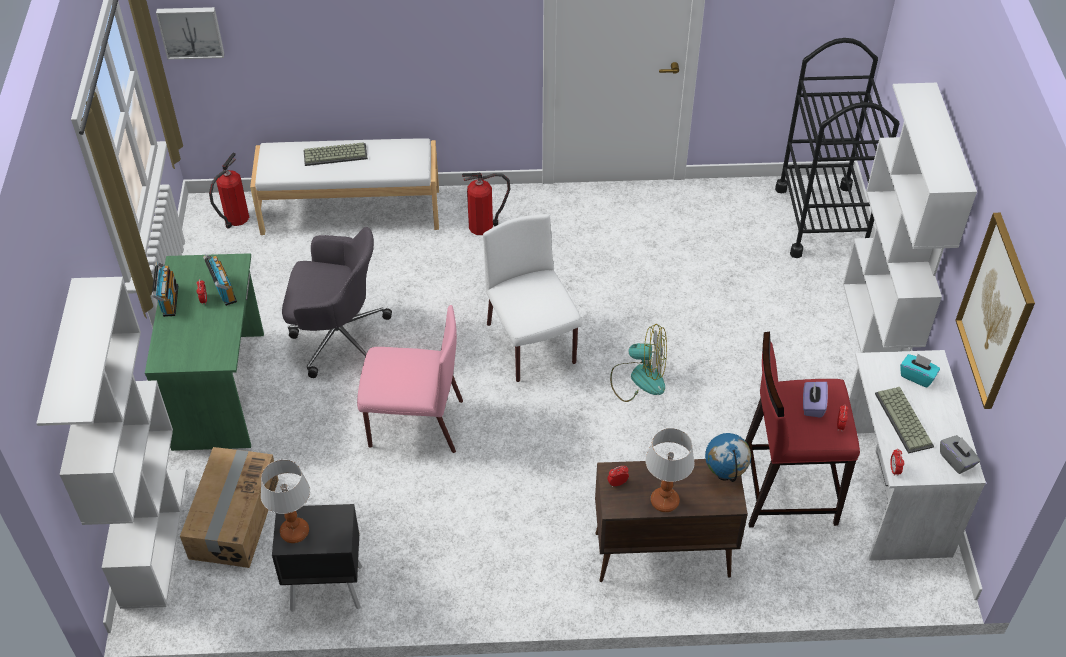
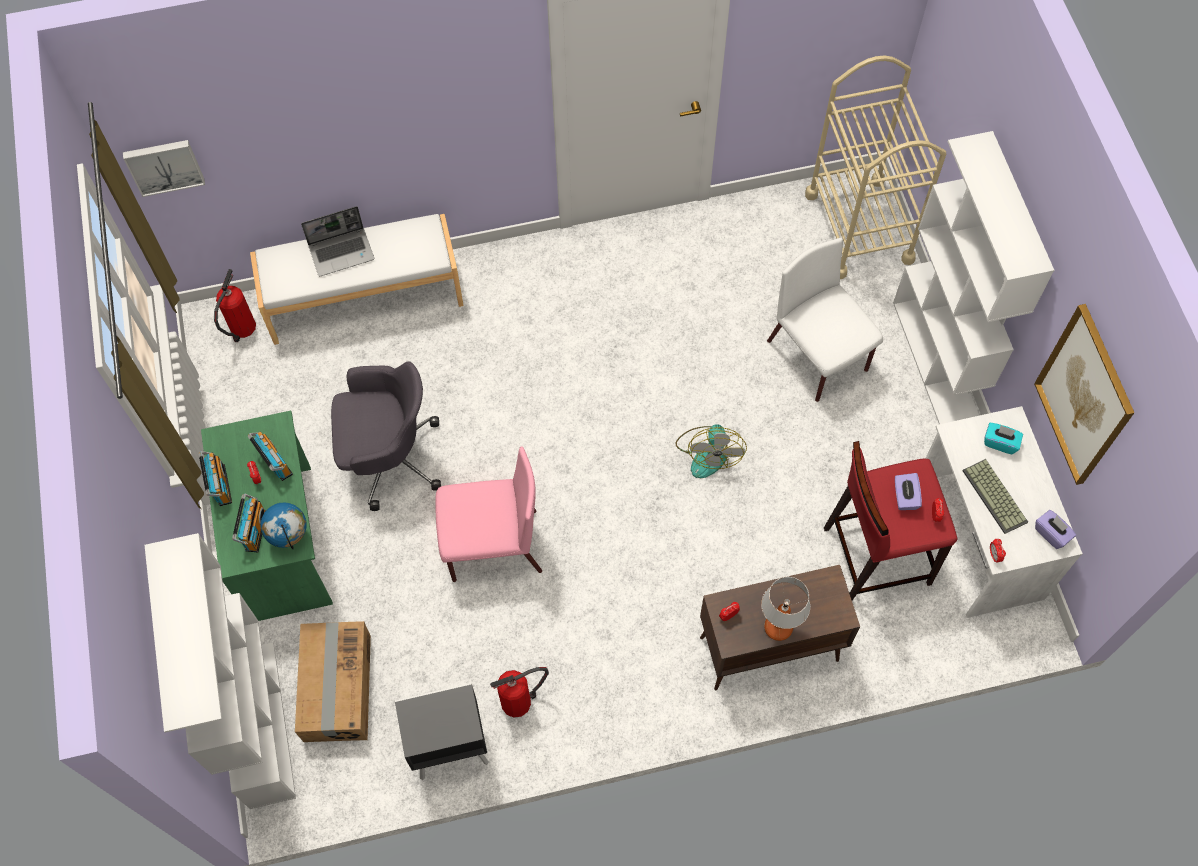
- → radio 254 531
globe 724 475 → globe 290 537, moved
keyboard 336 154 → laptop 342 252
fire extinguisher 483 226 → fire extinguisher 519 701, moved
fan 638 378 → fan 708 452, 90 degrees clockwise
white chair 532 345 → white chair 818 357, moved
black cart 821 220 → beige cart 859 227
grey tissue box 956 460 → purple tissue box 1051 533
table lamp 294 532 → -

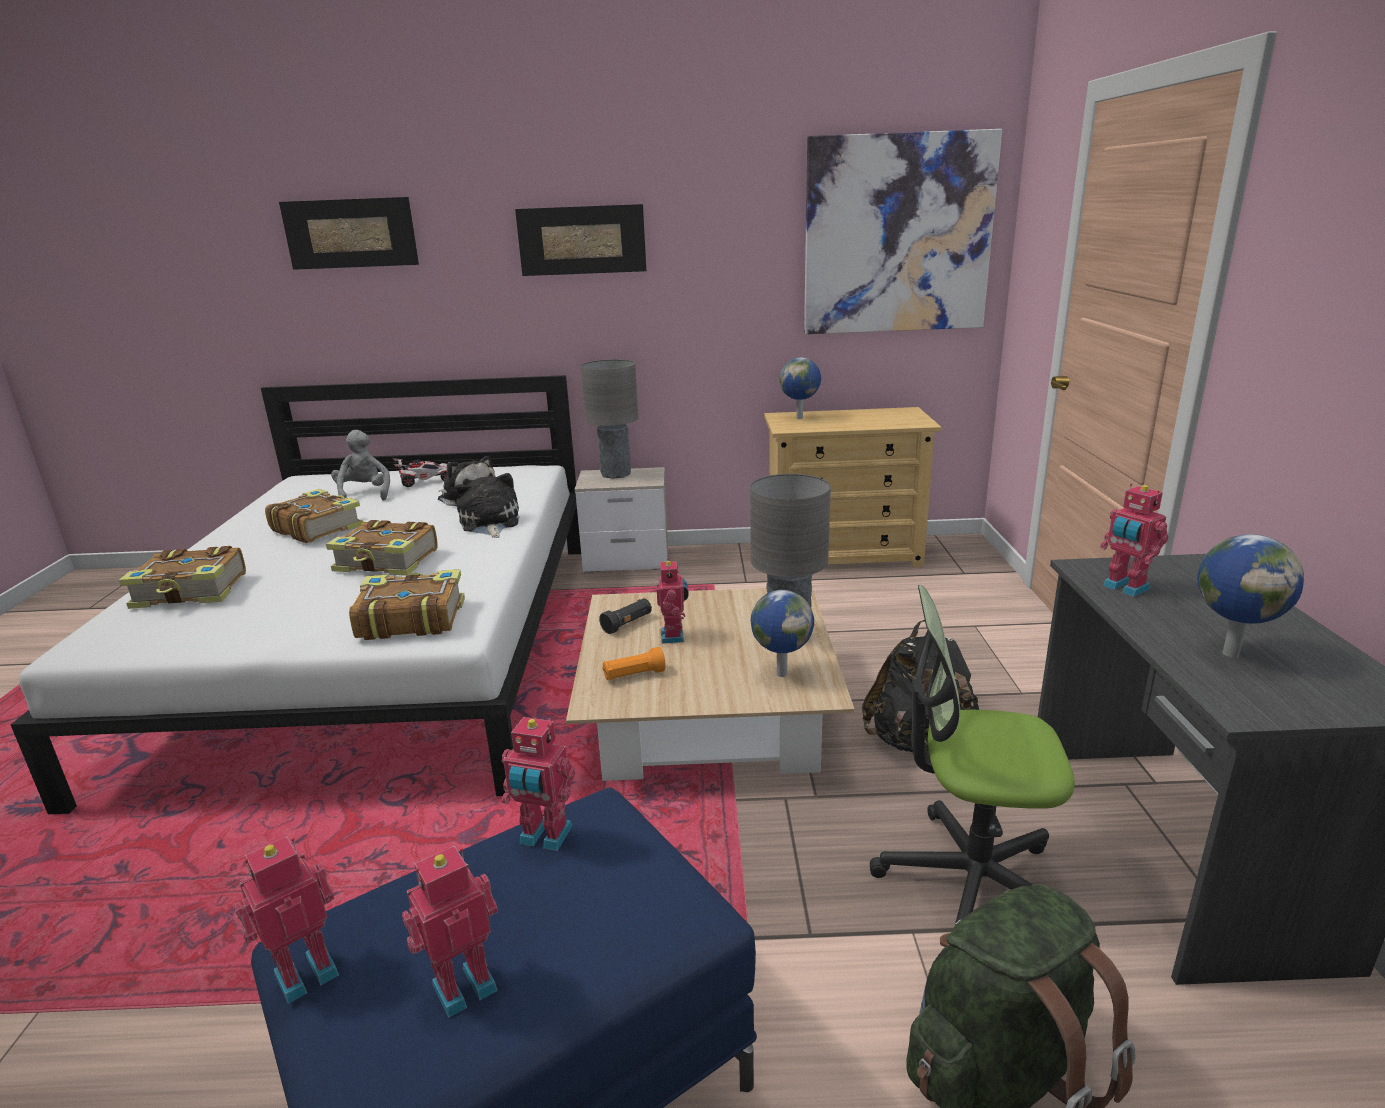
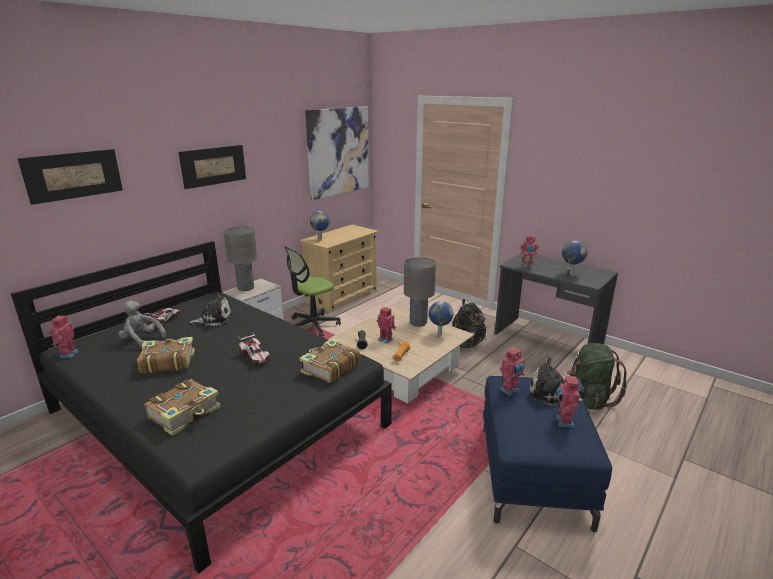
white bed 386 649 → black bed 217 417
toy robot 305 972 → toy robot 68 354, moved
book 388 562 → toy car 255 357
office chair 970 881 → office chair 313 325, moved
plush toy 489 523 → plush toy 551 394, moved

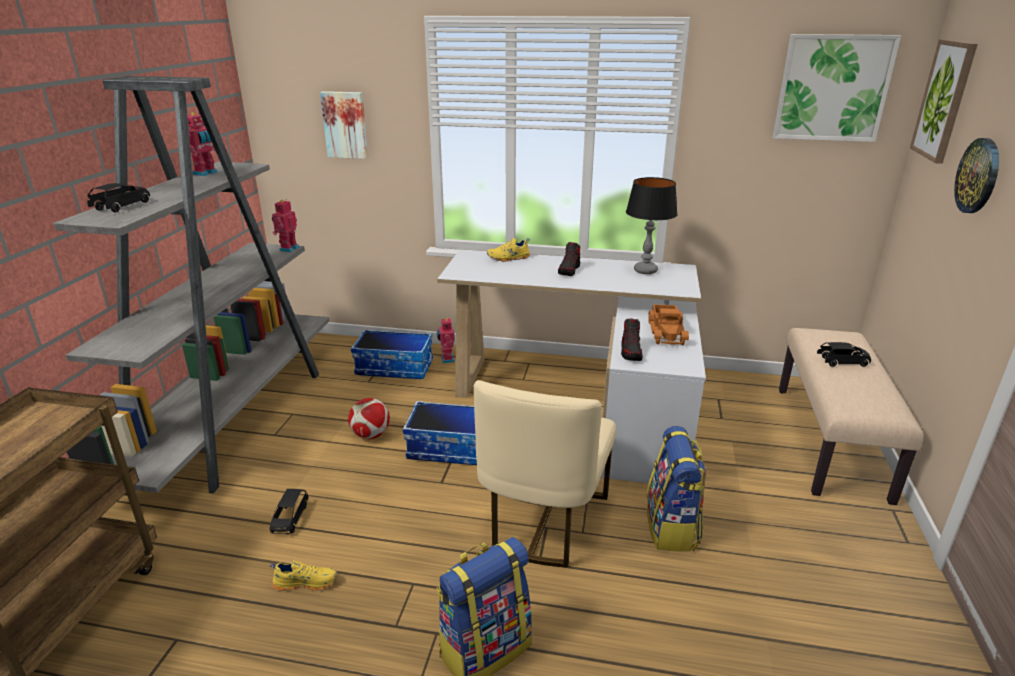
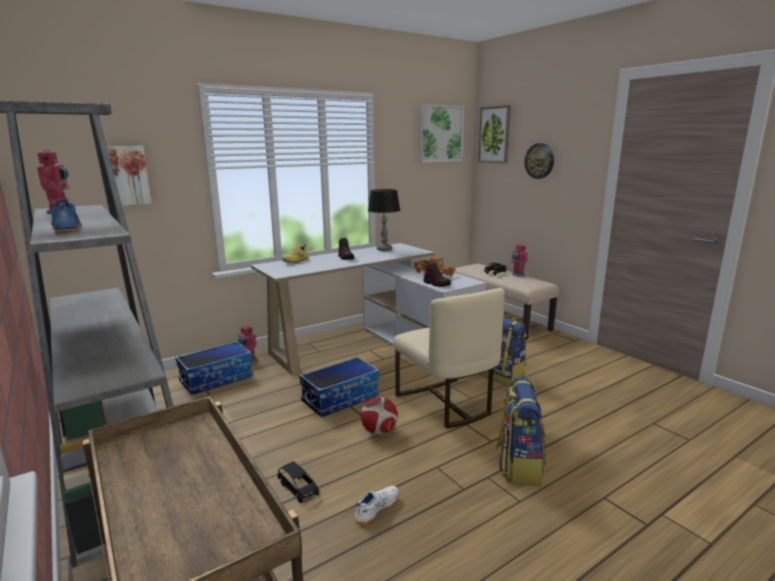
black toy car 122 206 → blue shoe 66 229
yellow shoe 306 582 → white shoe 376 509
football 371 435 → football 379 432, moved
toy robot 288 249 → toy robot 517 275, moved

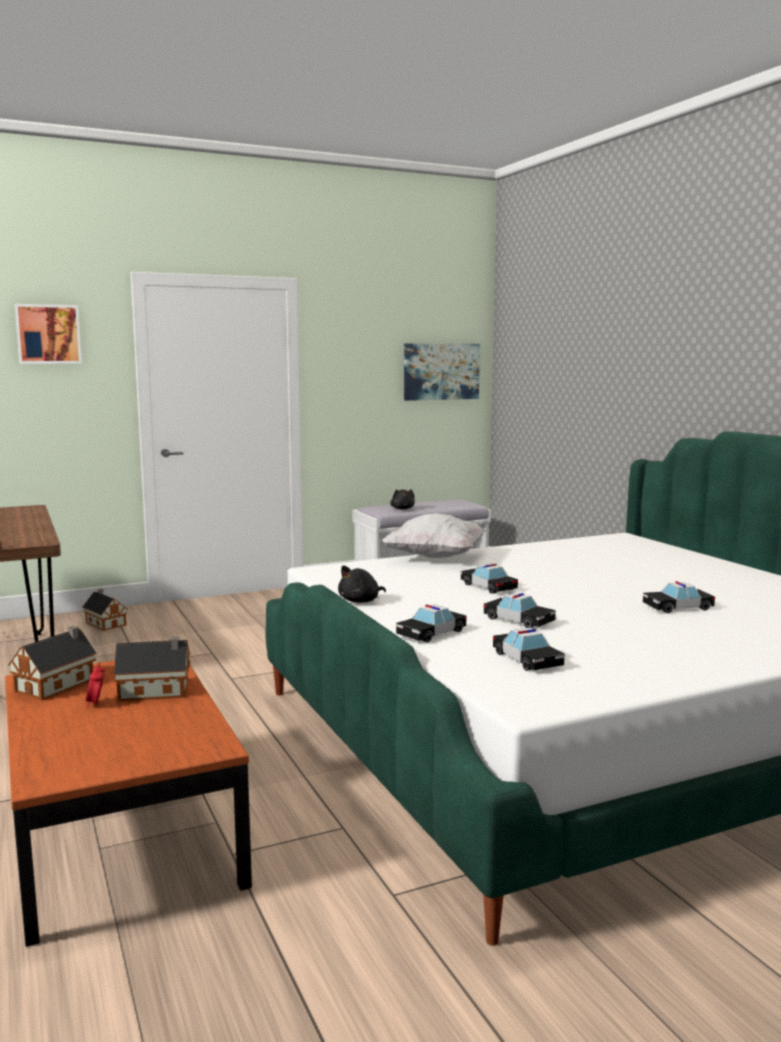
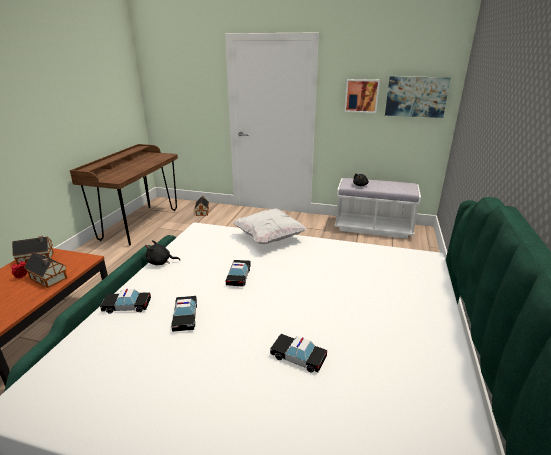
picture 48 334 → picture 361 95, moved
toy car 527 660 → -

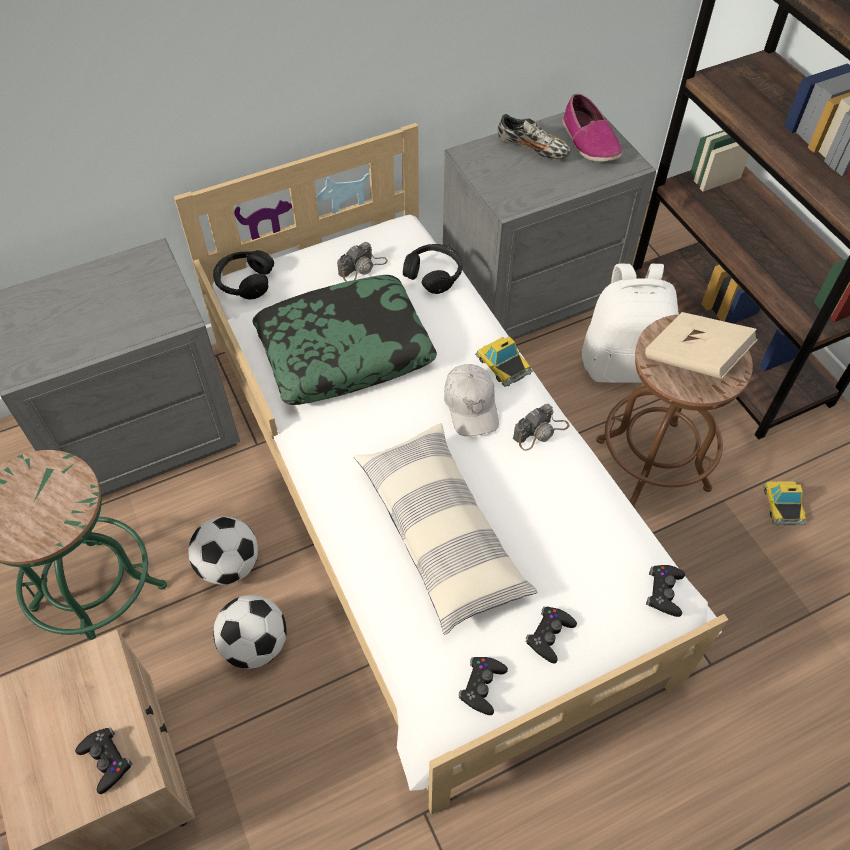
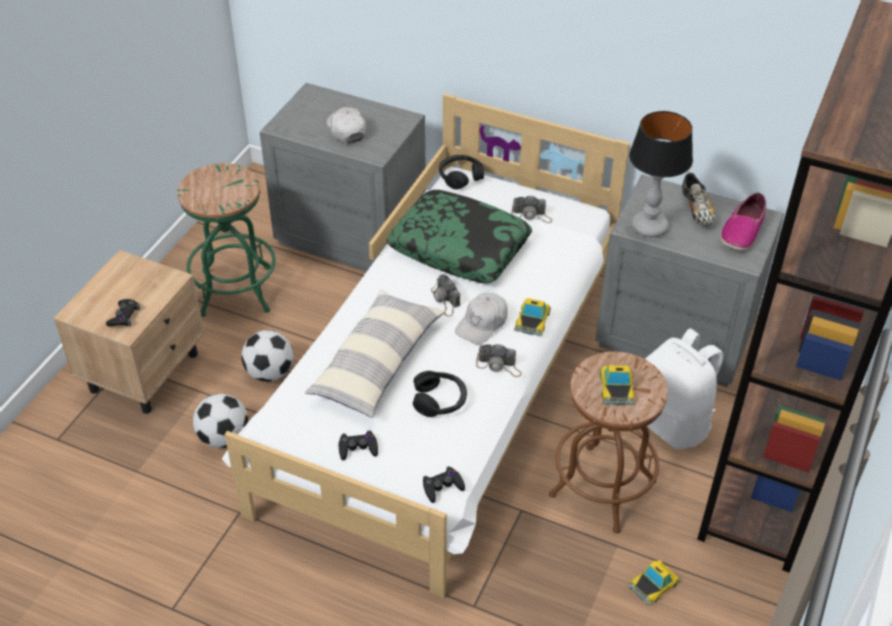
football 229 565 → football 224 437, moved
- → white cap 346 130
black headphones 434 274 → black headphones 439 400, moved
- → photo camera 445 300
beige book 694 359 → toy car 616 387
- → table lamp 650 227
black game controller 482 686 → -

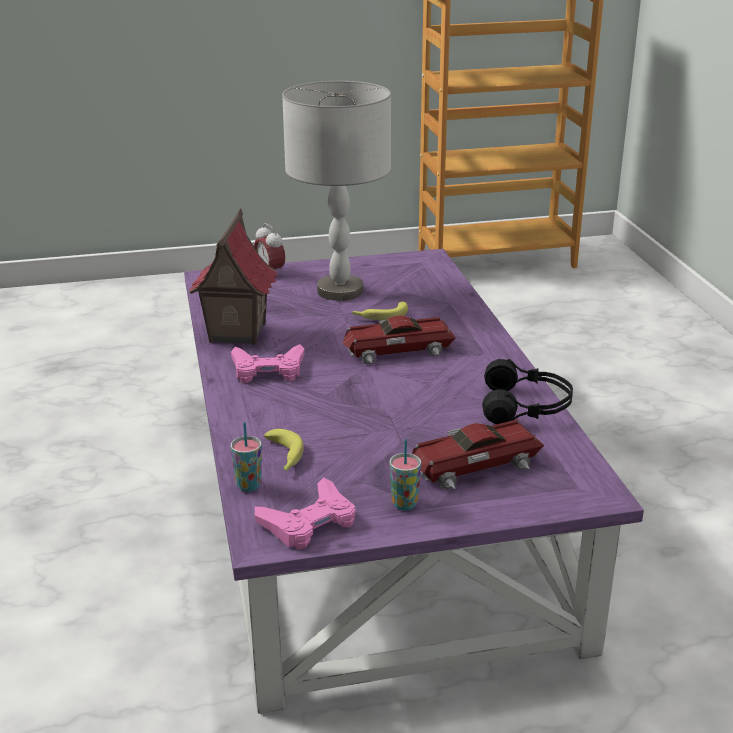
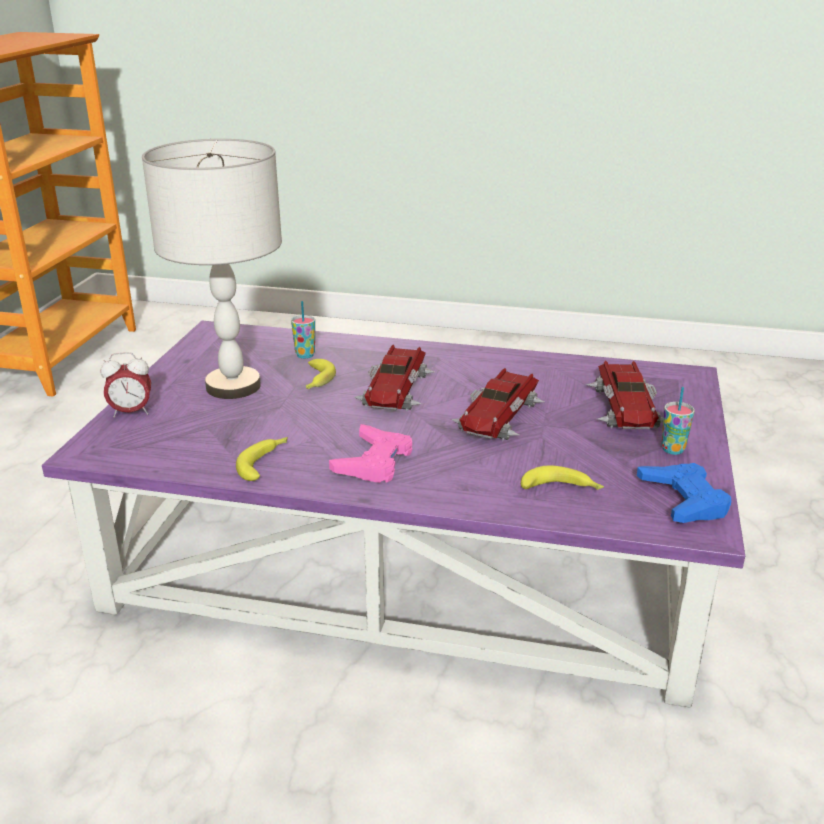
toy house 236 333 → banana 265 462
cup 249 486 → cup 305 355, moved
- → toy car 499 416
pink game controller 309 522 → blue game controller 684 500
black headphones 526 407 → -

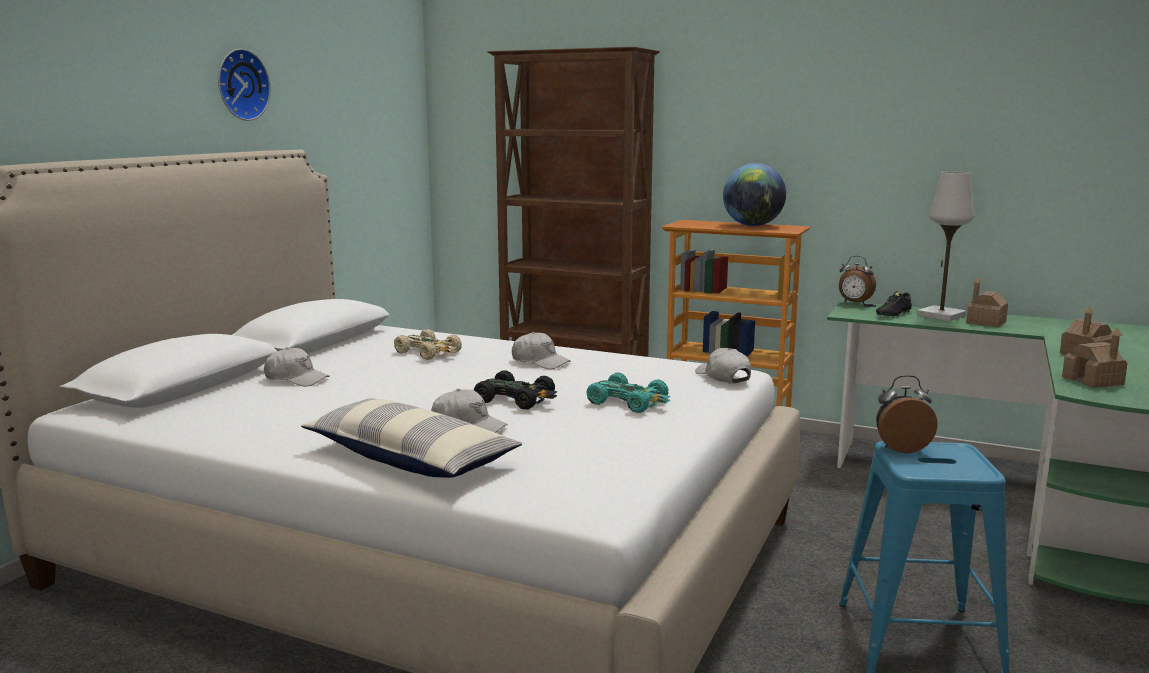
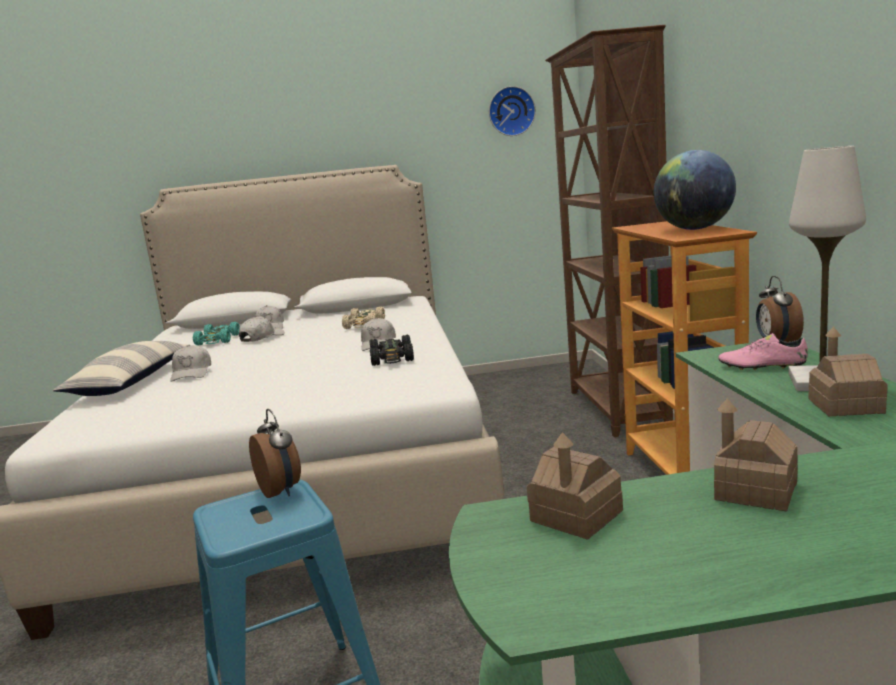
turquoise toy car 629 402 → turquoise toy car 218 340, moved
white cap 723 377 → white cap 262 338, moved
black toy car 516 400 → black toy car 392 358, moved
wall clock 240 85 → wall clock 511 111, moved
black shoe 893 314 → pink shoe 762 366

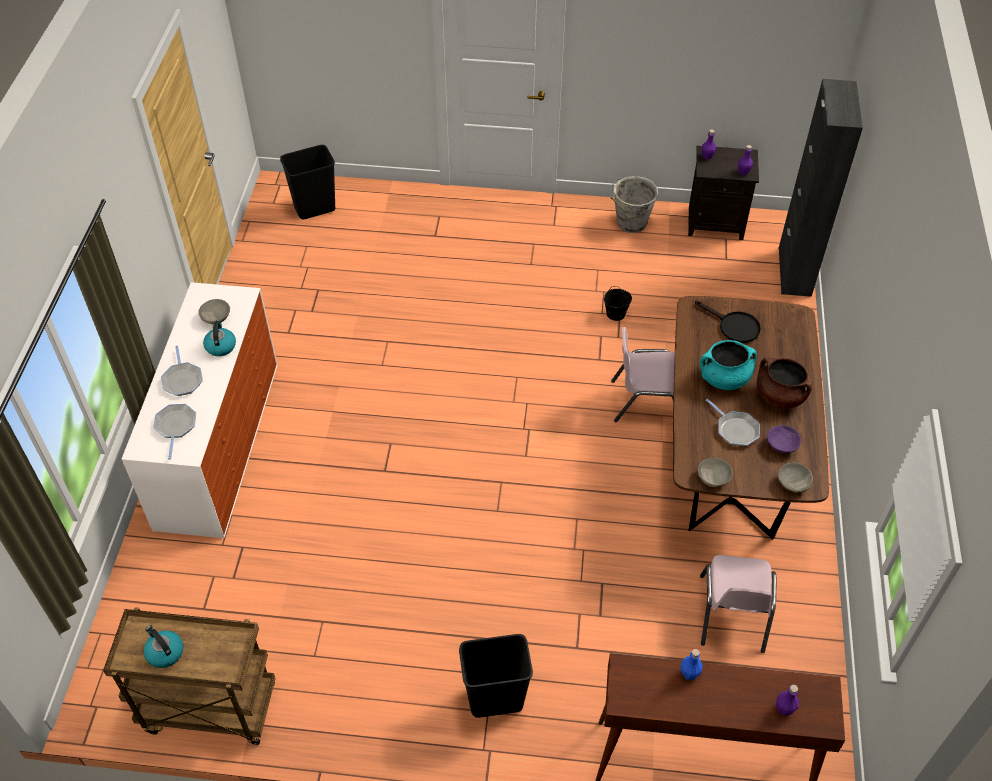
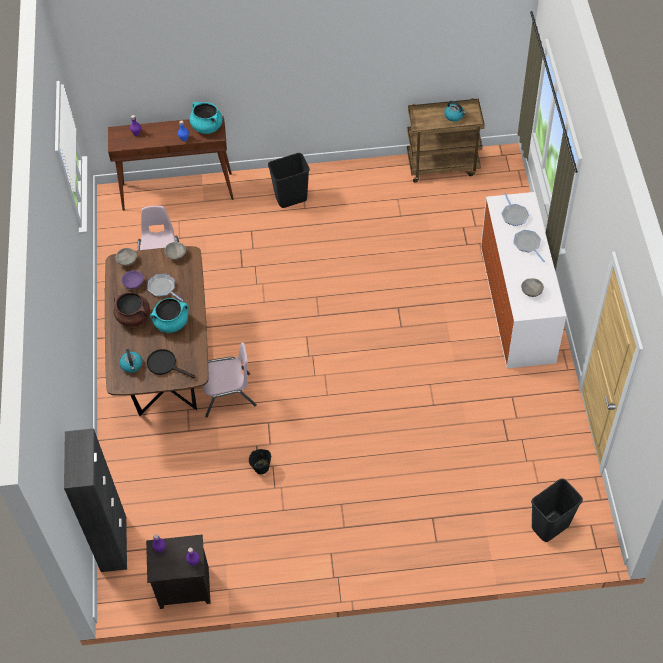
kettle 220 346 → kettle 132 365, moved
- → turquoise cooking pot 207 127
grey bucket 630 223 → -

